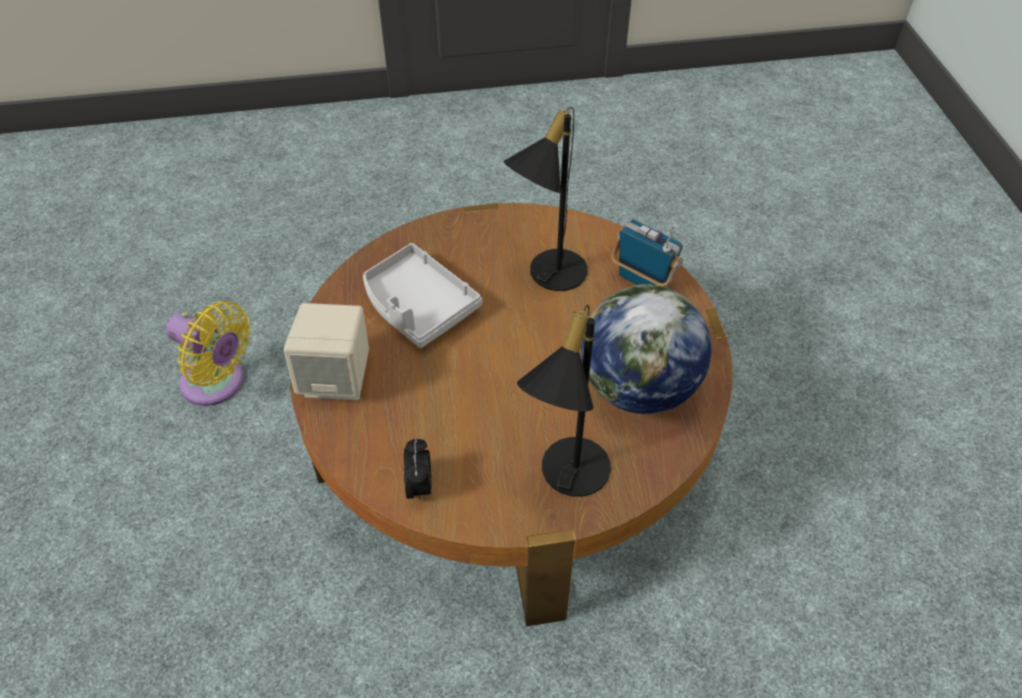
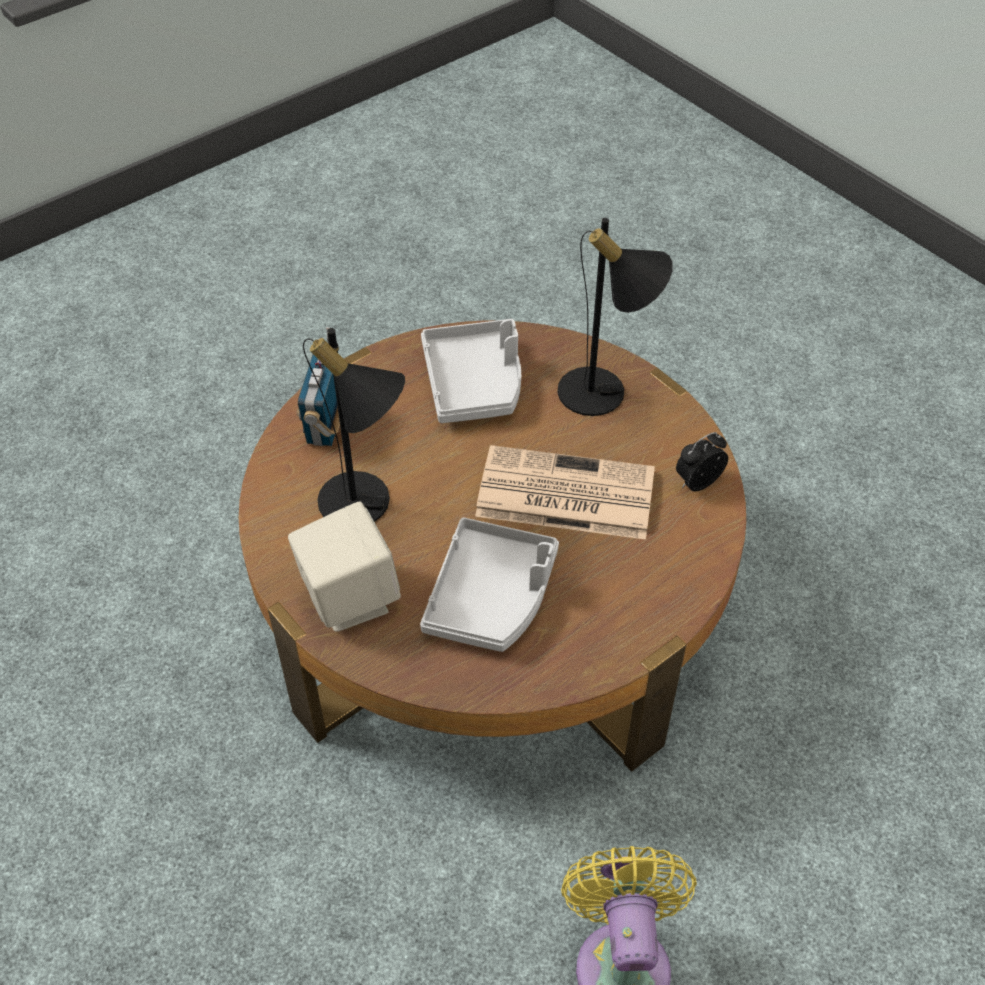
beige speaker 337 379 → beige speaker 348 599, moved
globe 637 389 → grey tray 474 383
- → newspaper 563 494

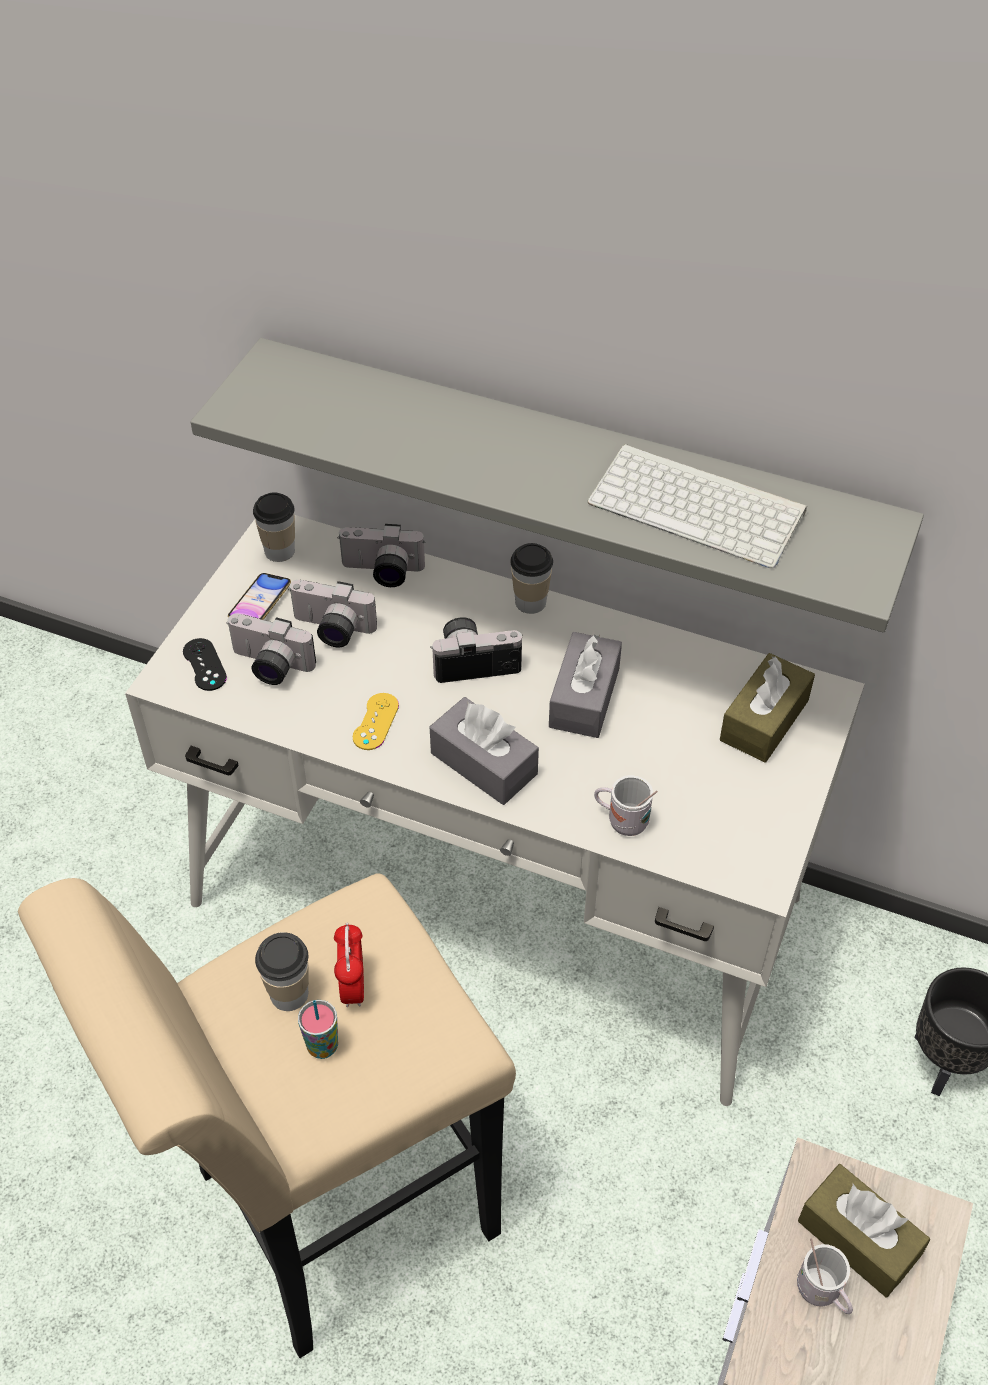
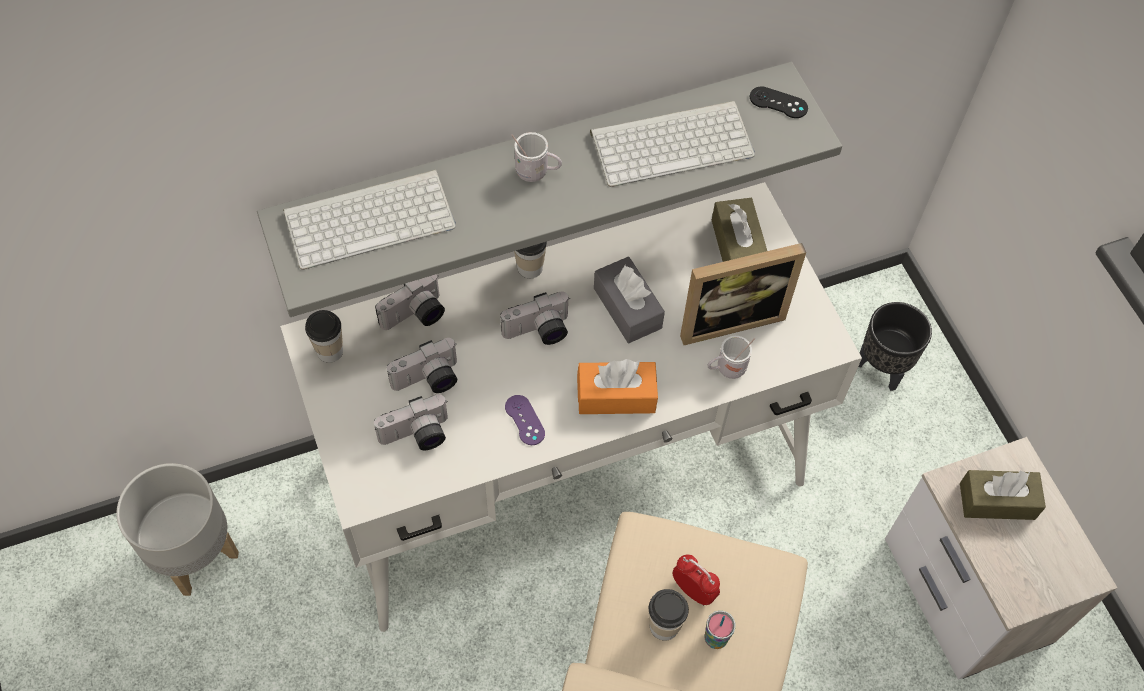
- → grey planter 193 553
- → keyboard 371 217
photo camera 475 660 → photo camera 539 332, 150 degrees counterclockwise
yellow game controller 375 721 → purple game controller 524 420
white mug 822 1293 → white mug 536 173, moved
grey tissue box 483 763 → orange tissue box 616 396
- → picture frame 728 317
black game controller 204 665 → black game controller 778 103, moved
phone 260 603 → -

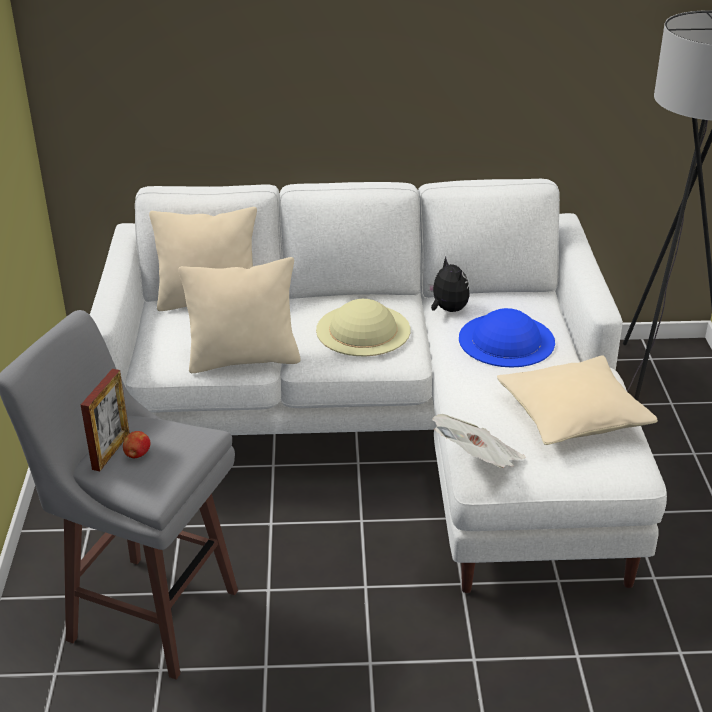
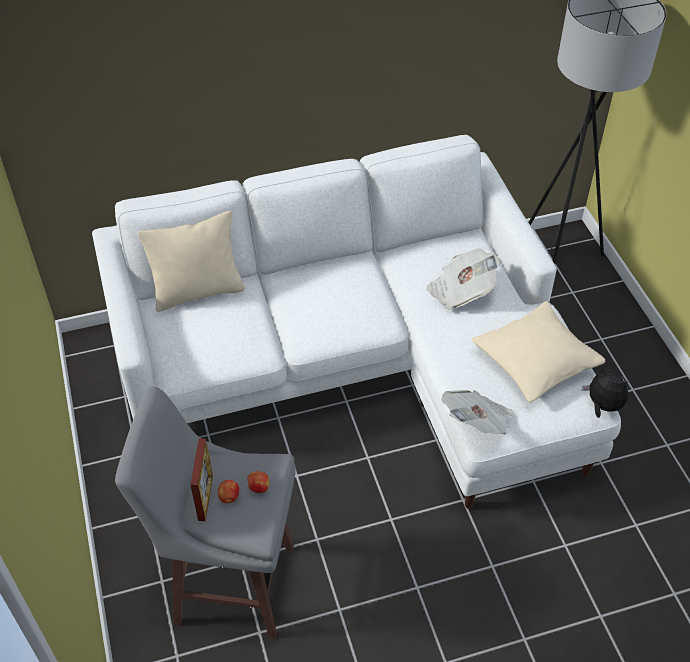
- → apple 258 487
blue hat 506 340 → newspaper 461 291
plush toy 447 309 → plush toy 602 406, moved
beige pillow 244 359 → -
beige hat 363 329 → -

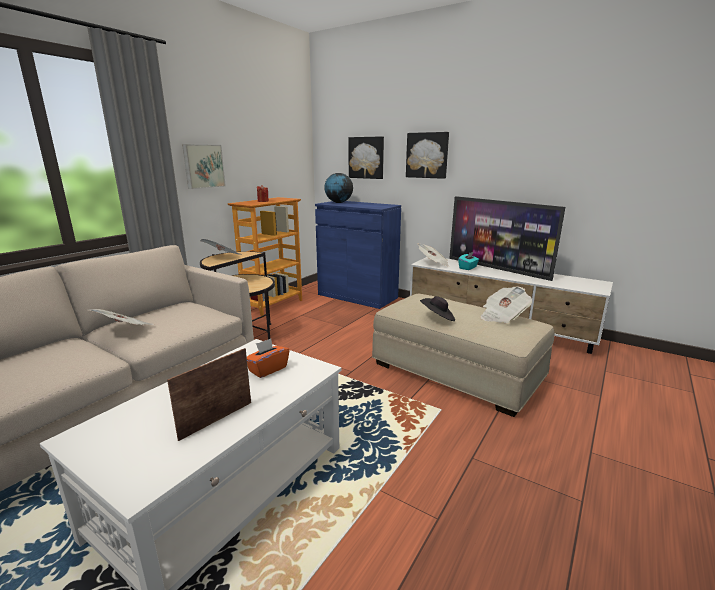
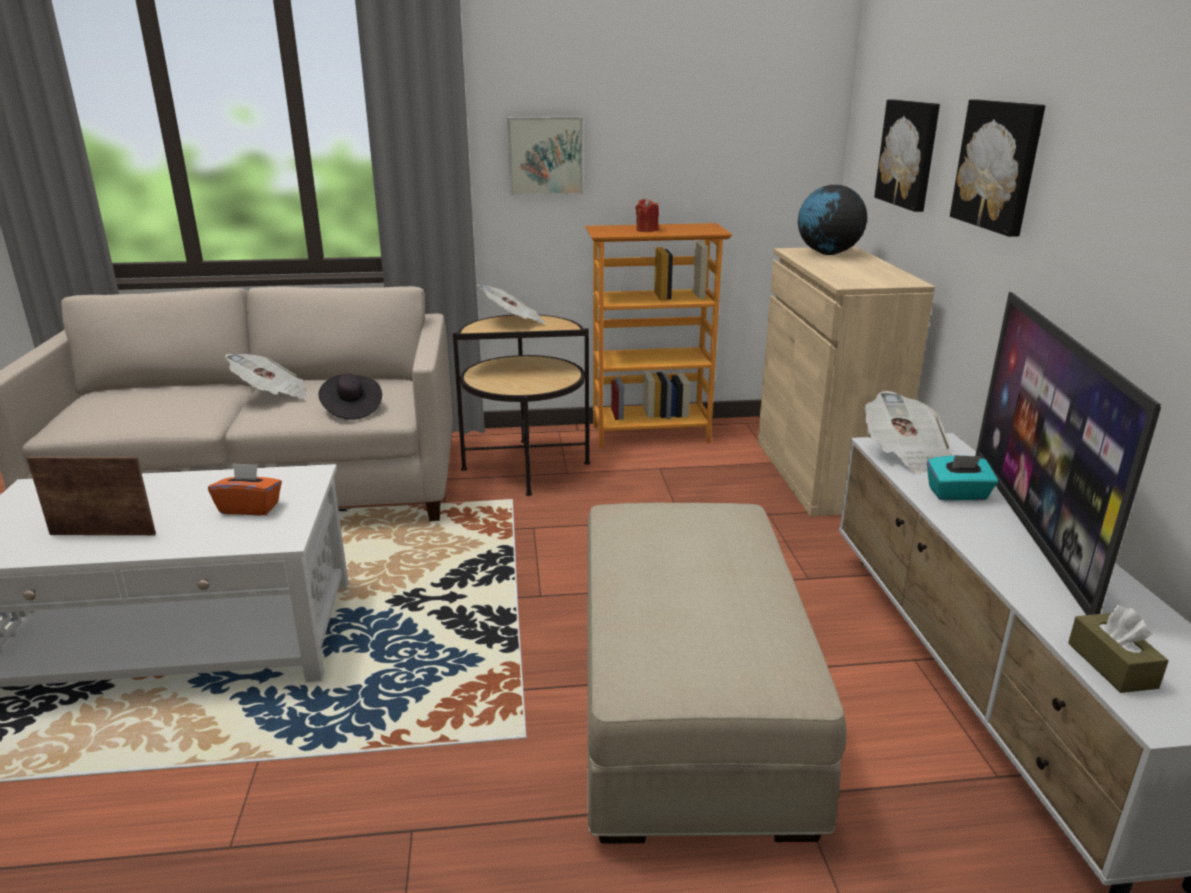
black hat 437 318 → black hat 351 410, moved
blue cabinet 357 296 → beige cabinet 822 474
- → brown tissue box 1111 665
newspaper 502 317 → -

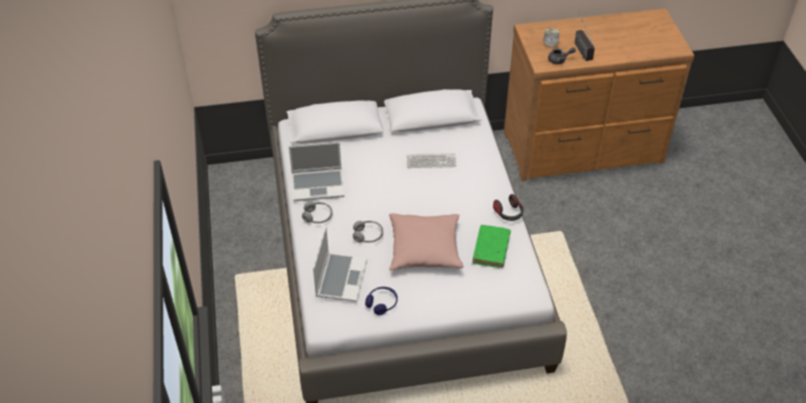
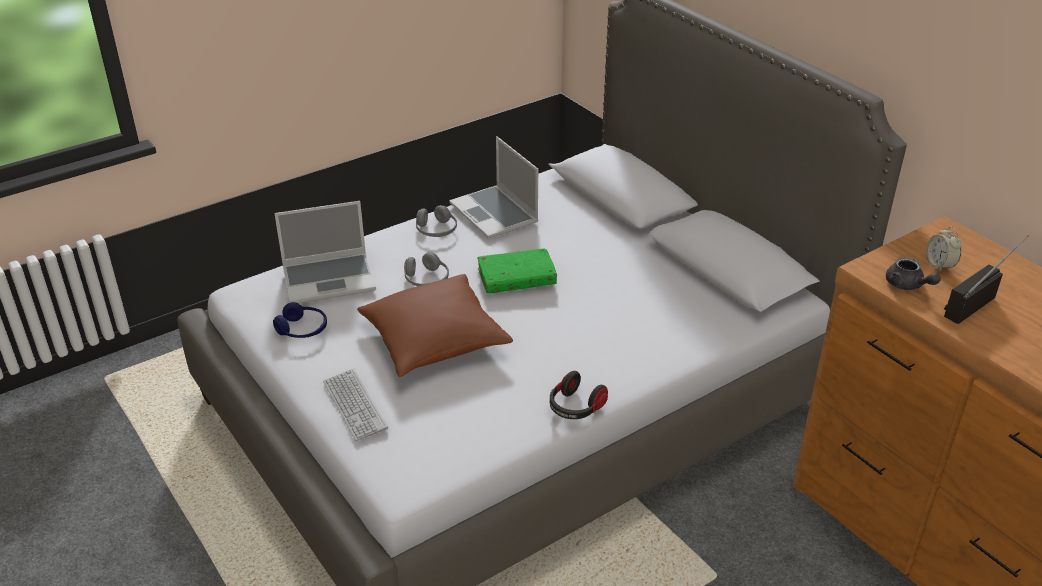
keyboard 431 161 → keyboard 354 405, moved
pink pillow 425 249 → brown pillow 434 340
green book 491 250 → green book 516 278, moved

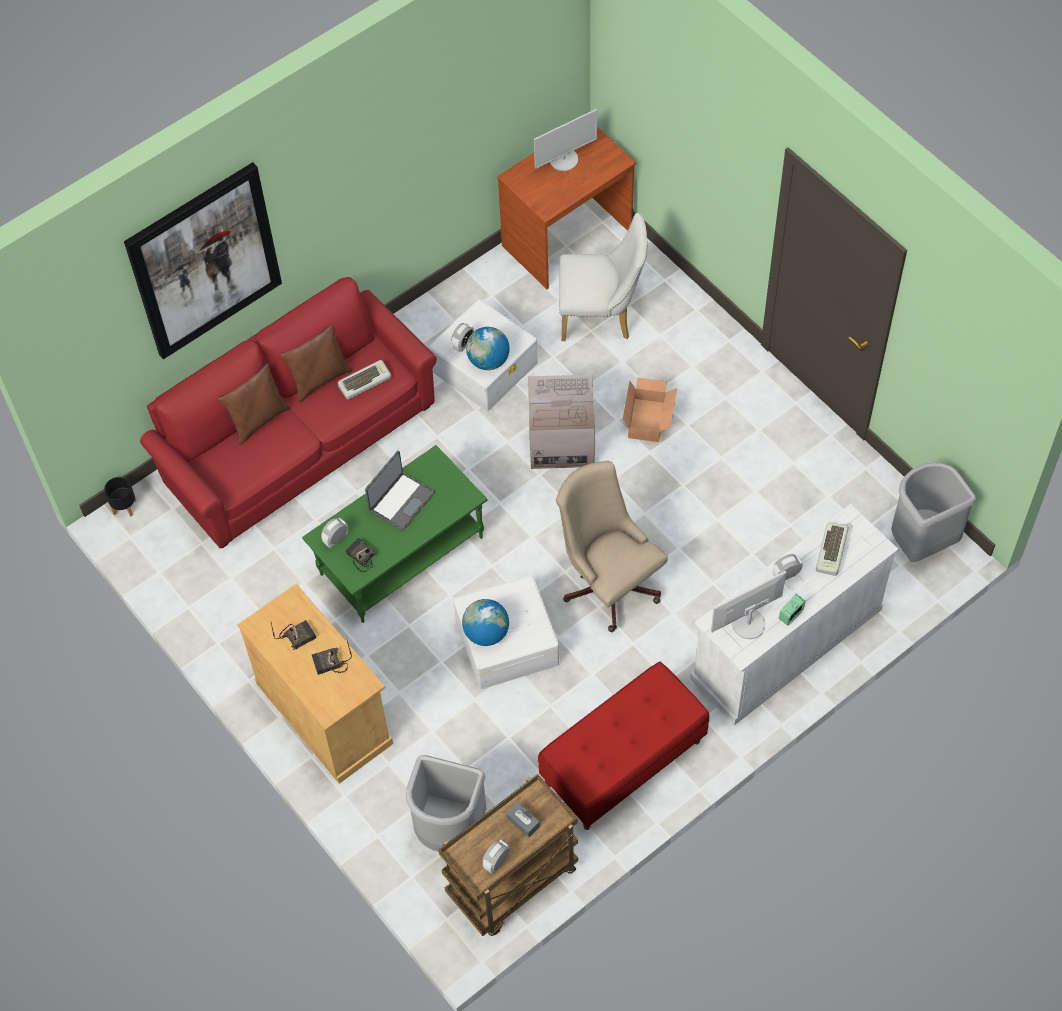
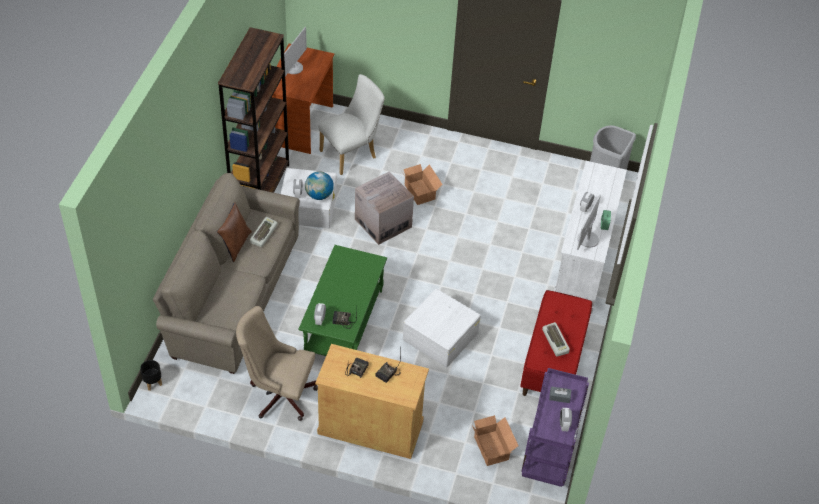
red sofa 297 441 → beige sofa 231 296
- → brown bookcase 260 188
beige office chair 608 582 → beige office chair 279 393, moved
grey trash can 449 830 → cardboard box 492 447
brown cart 512 883 → purple cart 549 454
keyboard 833 552 → keyboard 556 341, moved
picture 204 261 → -
brown pillow 258 420 → -
laptop 401 501 → -
globe 486 633 → -

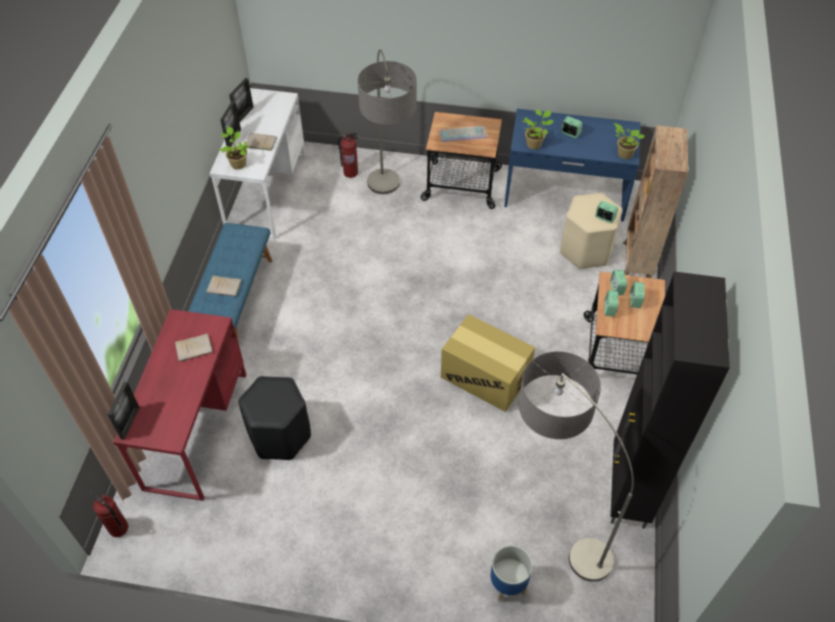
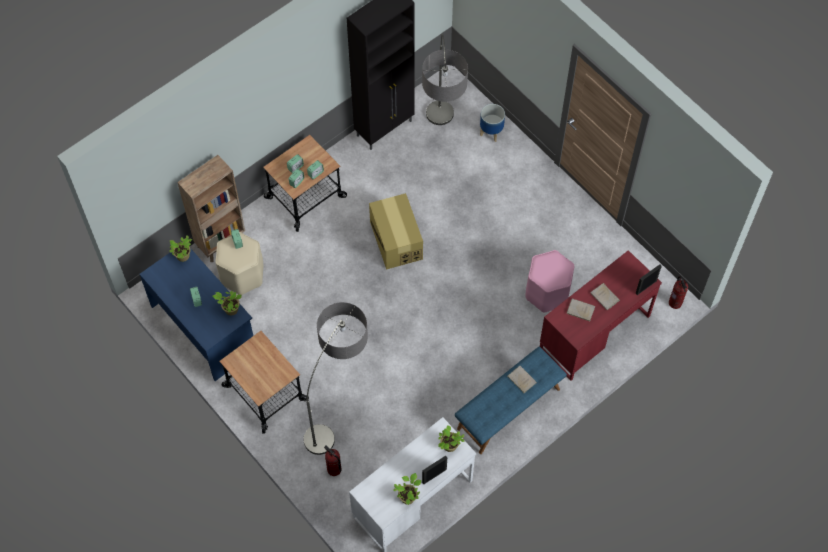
picture frame 244 115 → potted plant 408 497
black stool 280 435 → pink stool 547 292
beige book 260 142 → beige book 605 297, moved
keyboard 463 133 → -

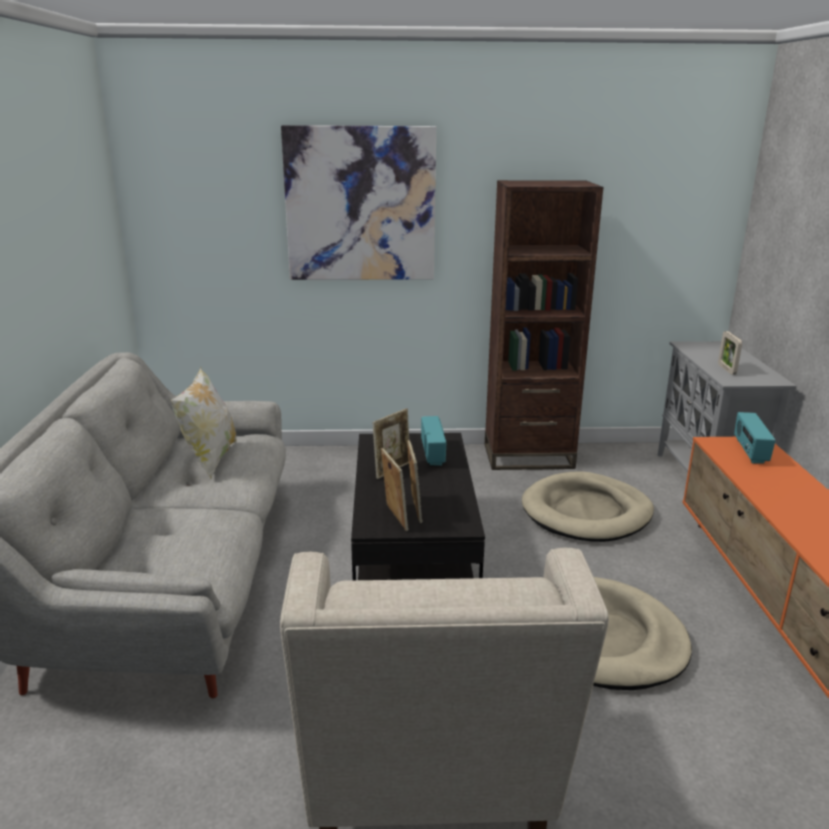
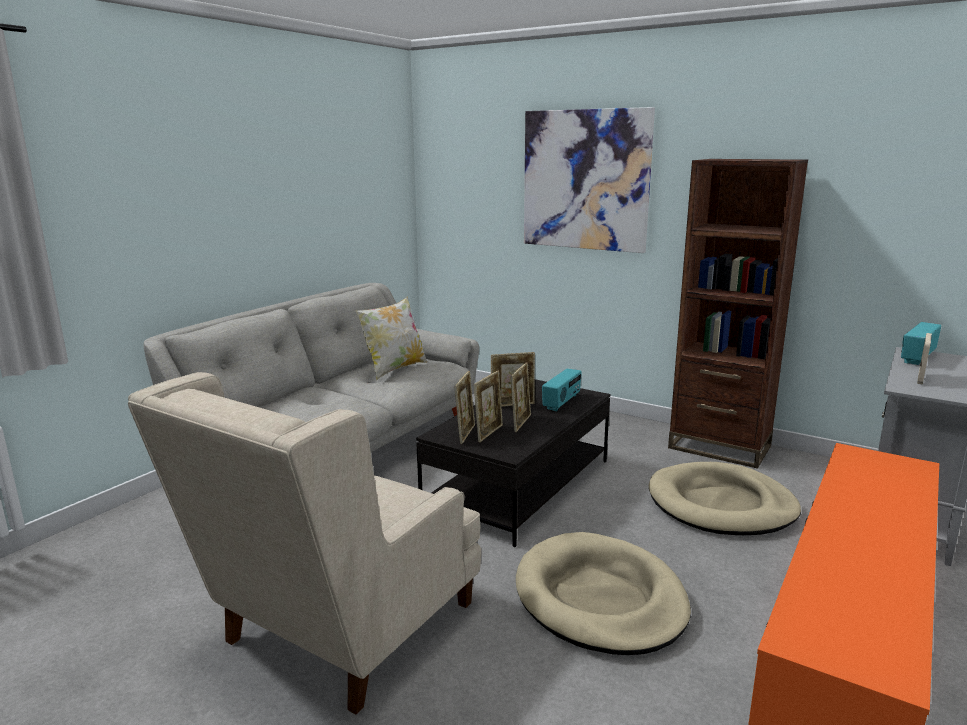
- → picture frame 521 423
radio 749 451 → radio 917 357, moved

